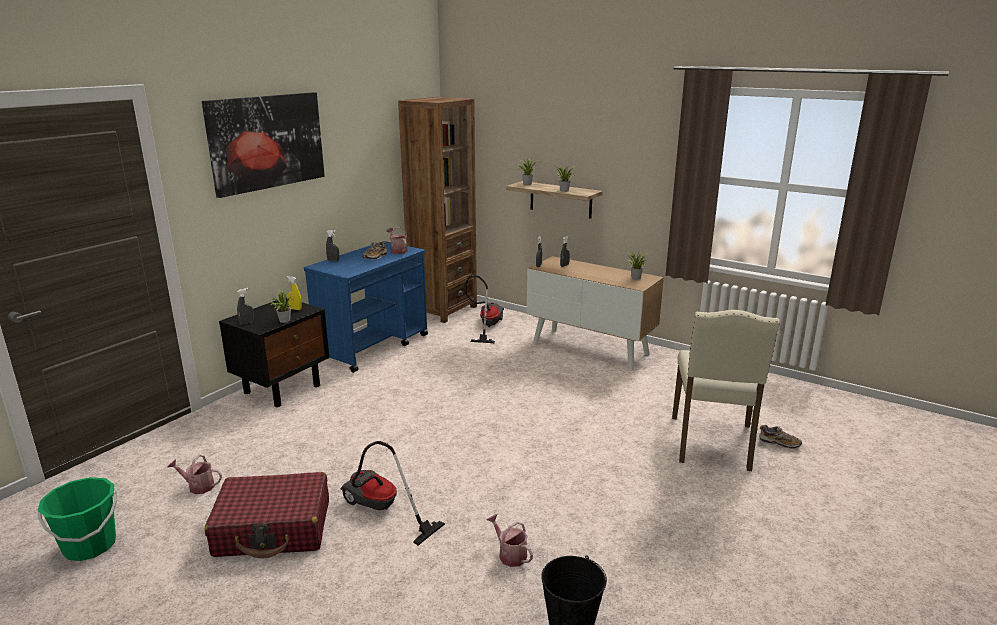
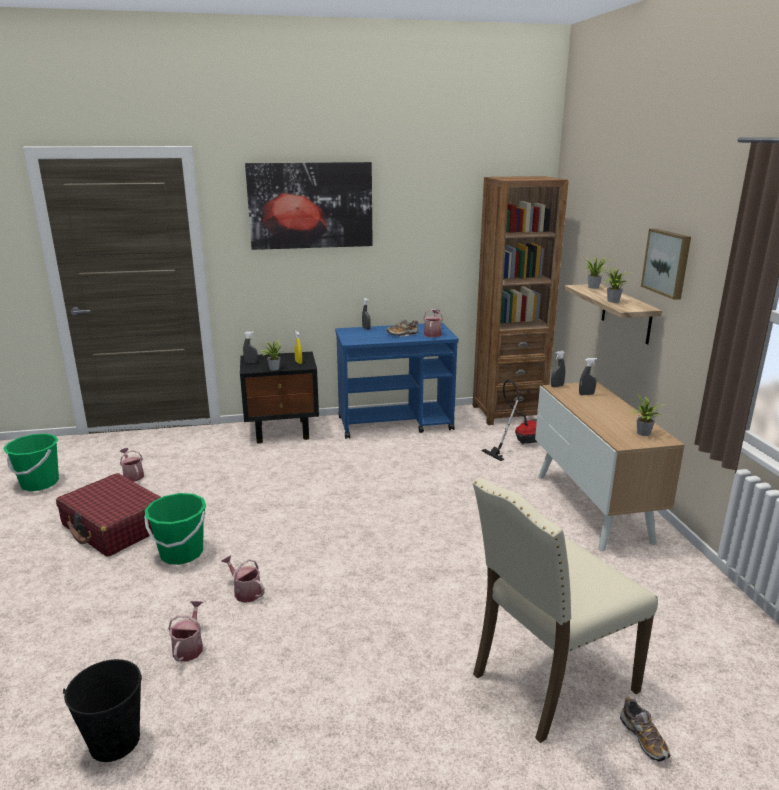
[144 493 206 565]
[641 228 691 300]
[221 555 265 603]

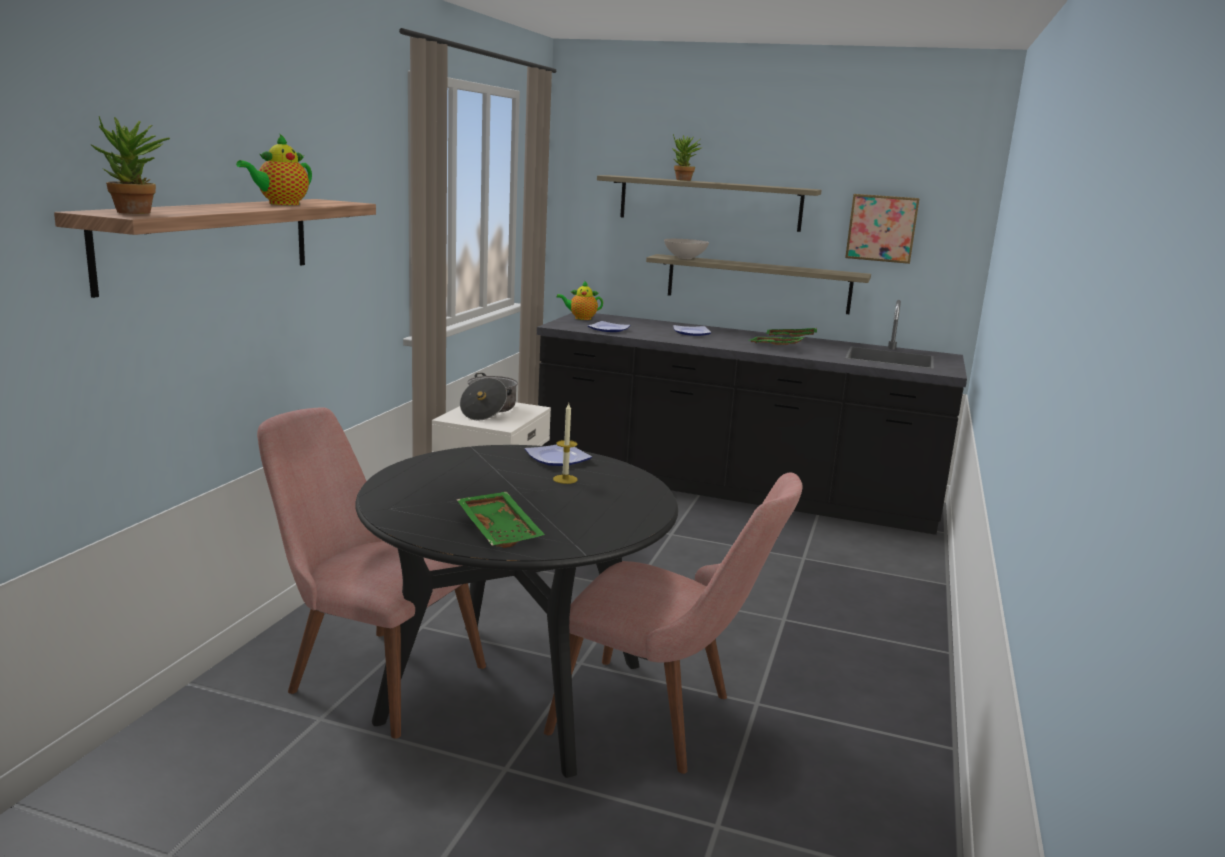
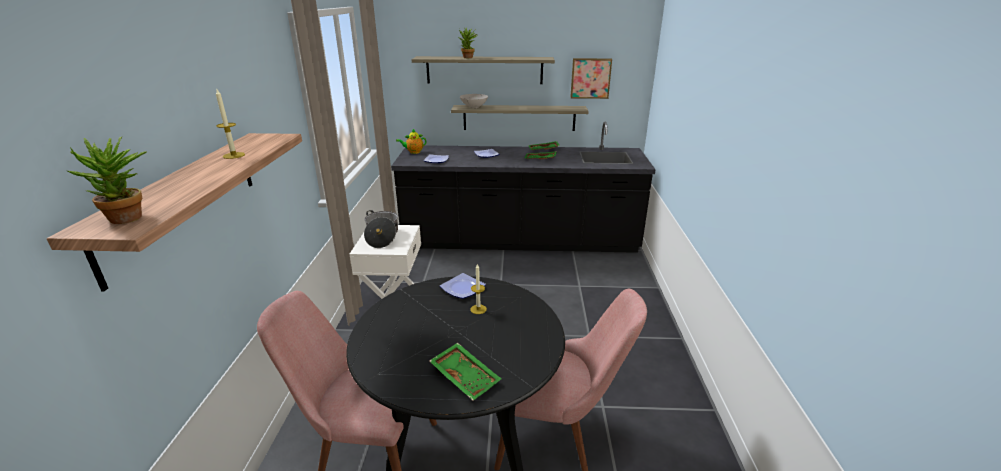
[216 89 245 159]

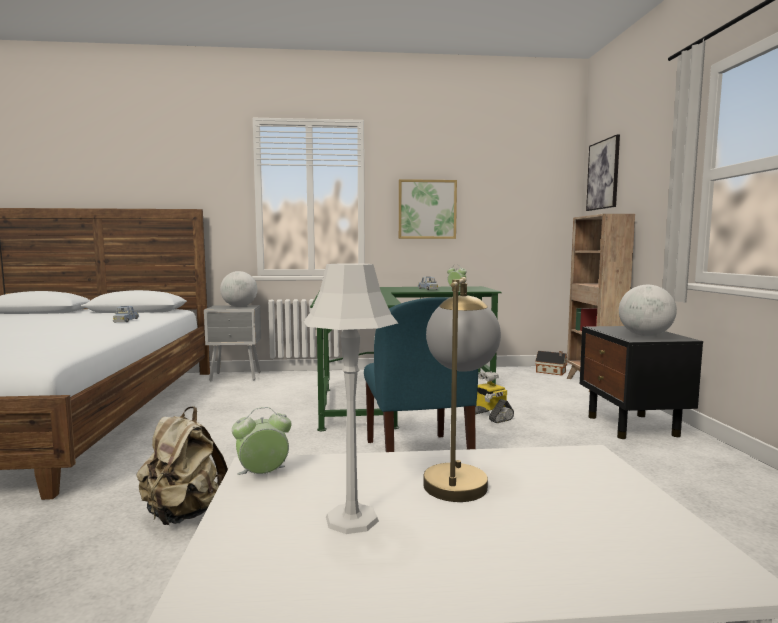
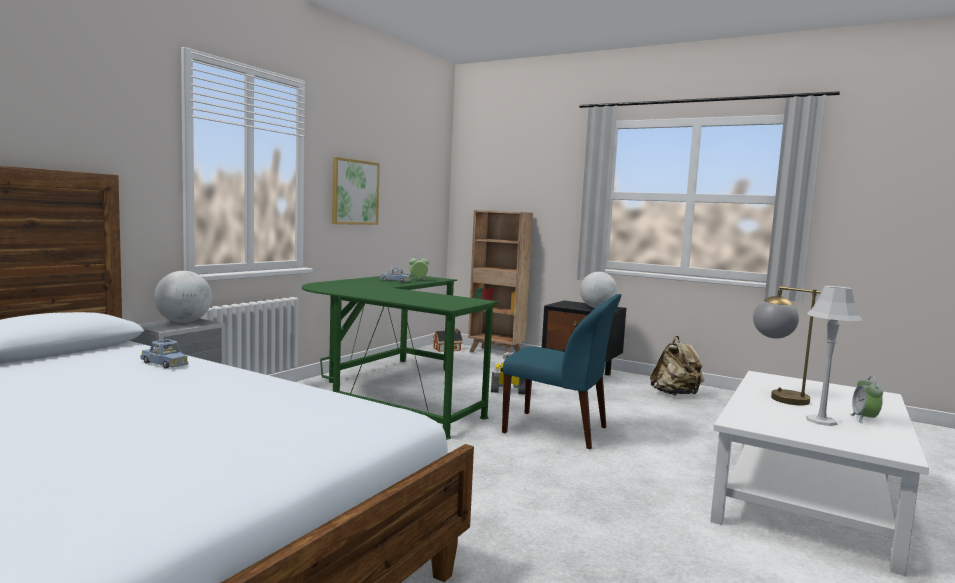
[586 134 620 211] (first image)
[650 336 704 395]
[850 376 883 423]

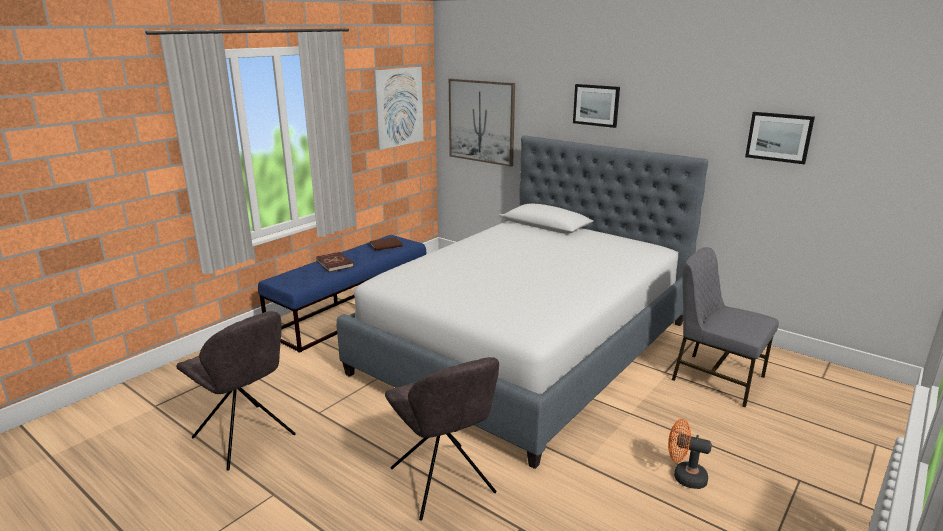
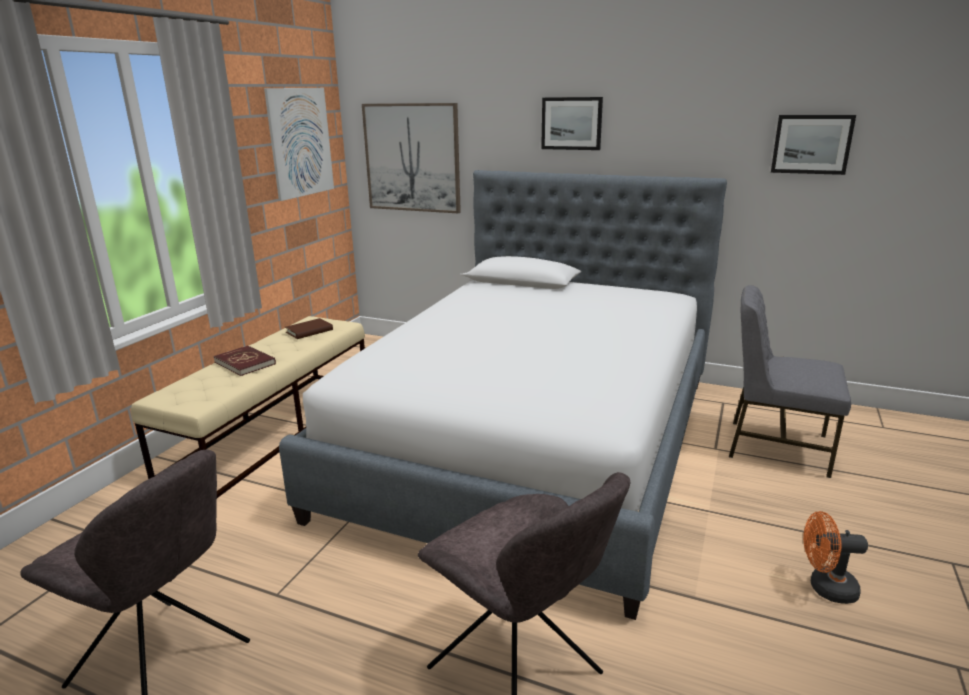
[131 316 365 498]

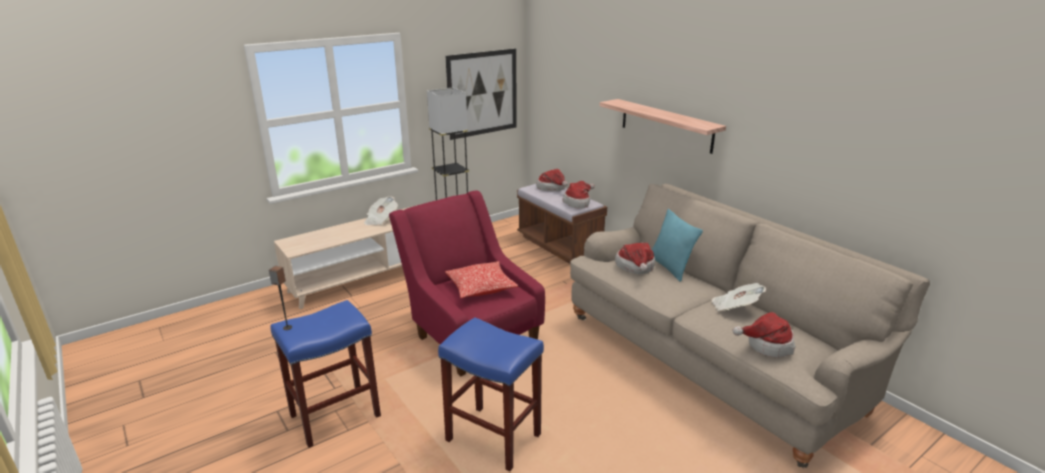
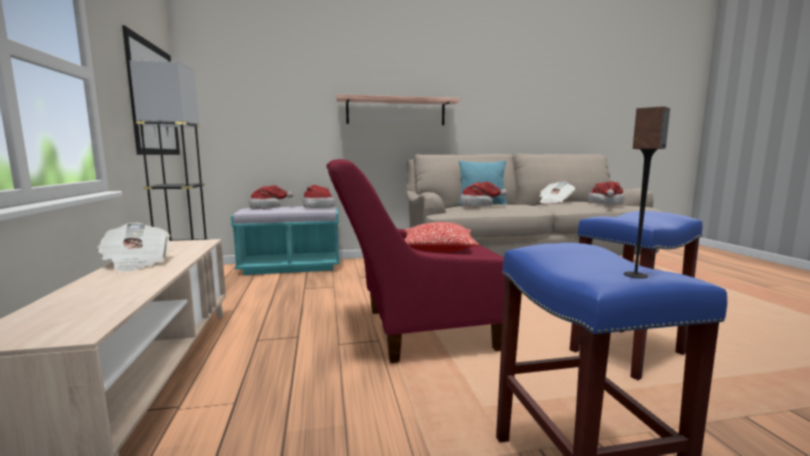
[231 206 340 275]

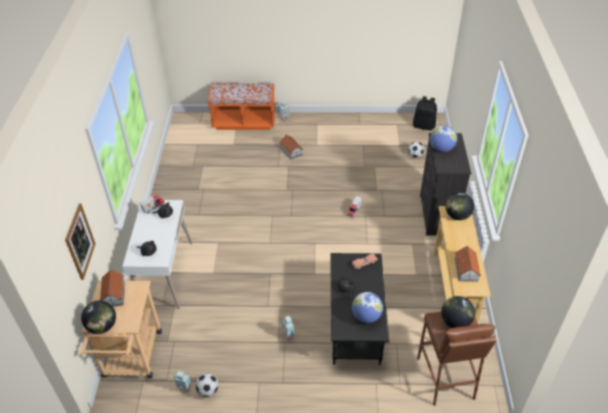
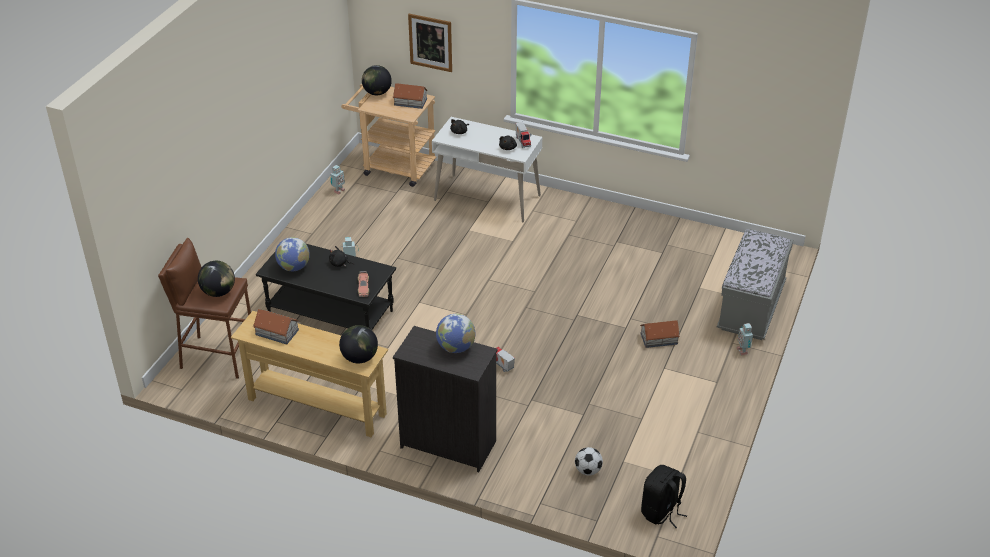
[717 229 793 340]
[196 374 218 397] (first image)

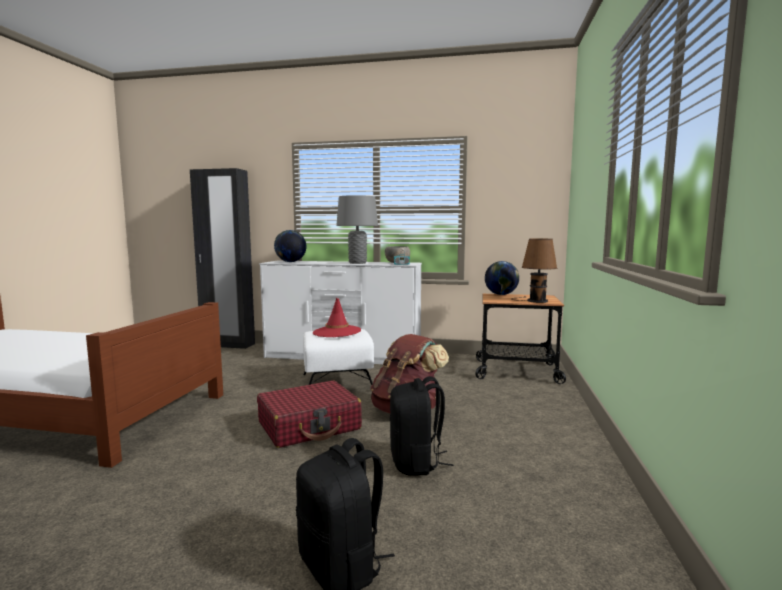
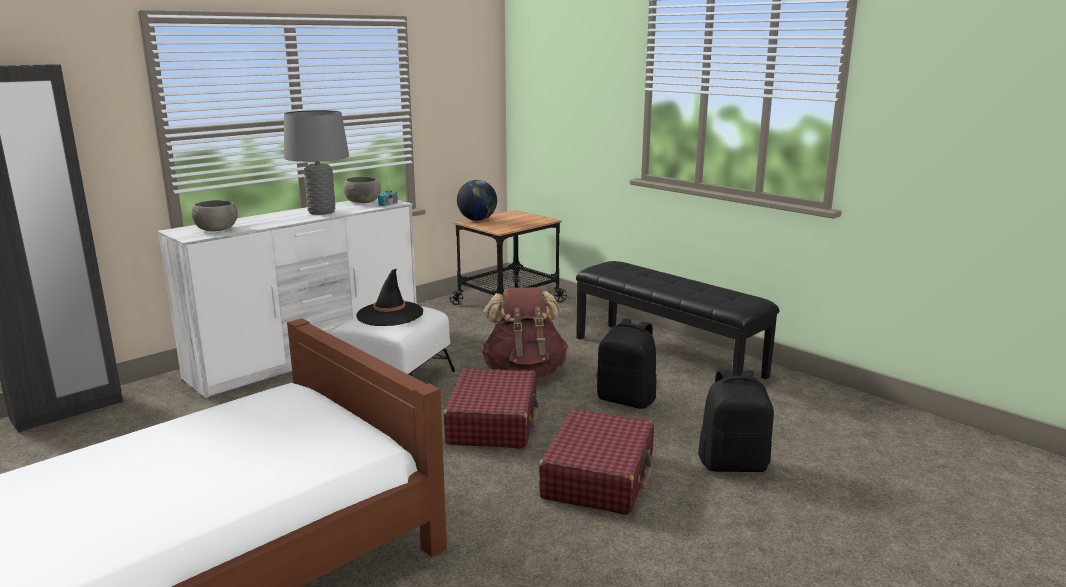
[192 200 238 231]
[511 239 557 303] (first image)
[356 269 423 326]
[576 261 780 380]
[539 409 654 515]

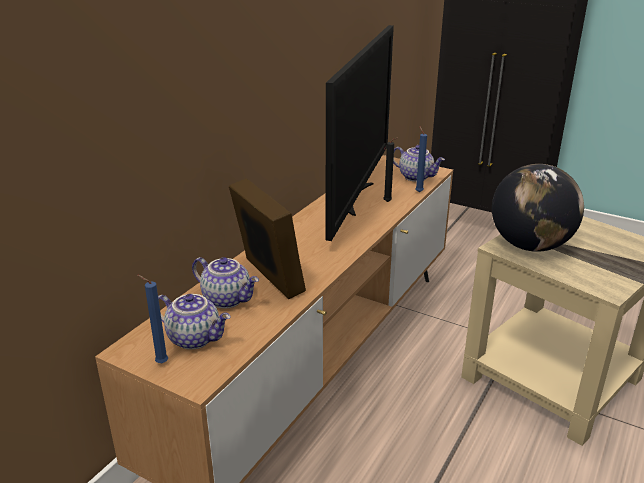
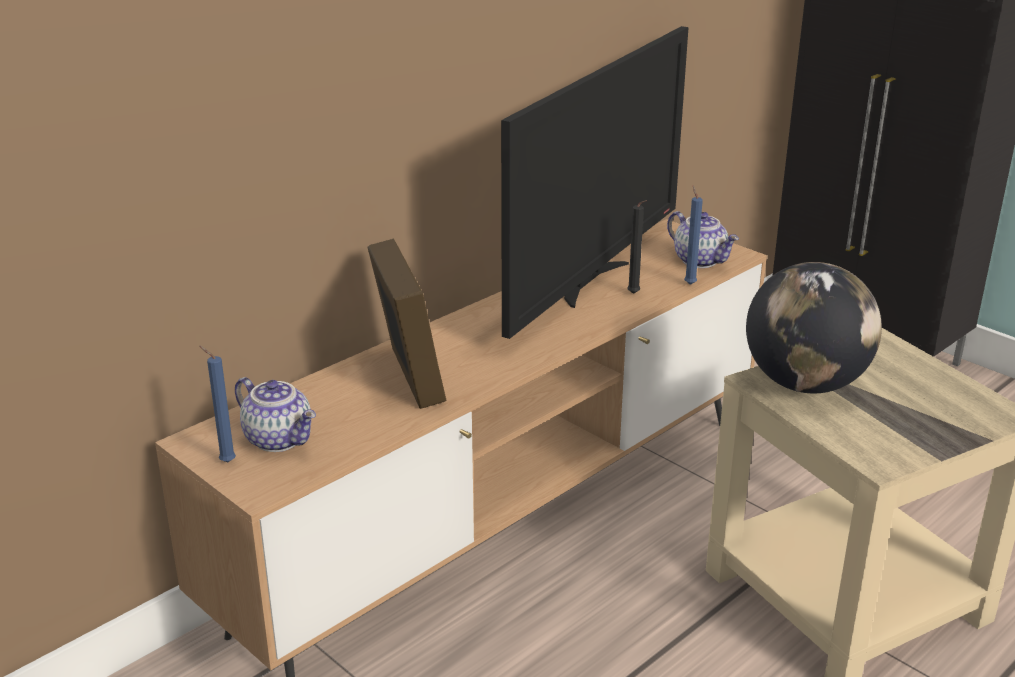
[192 257 259 309] (first image)

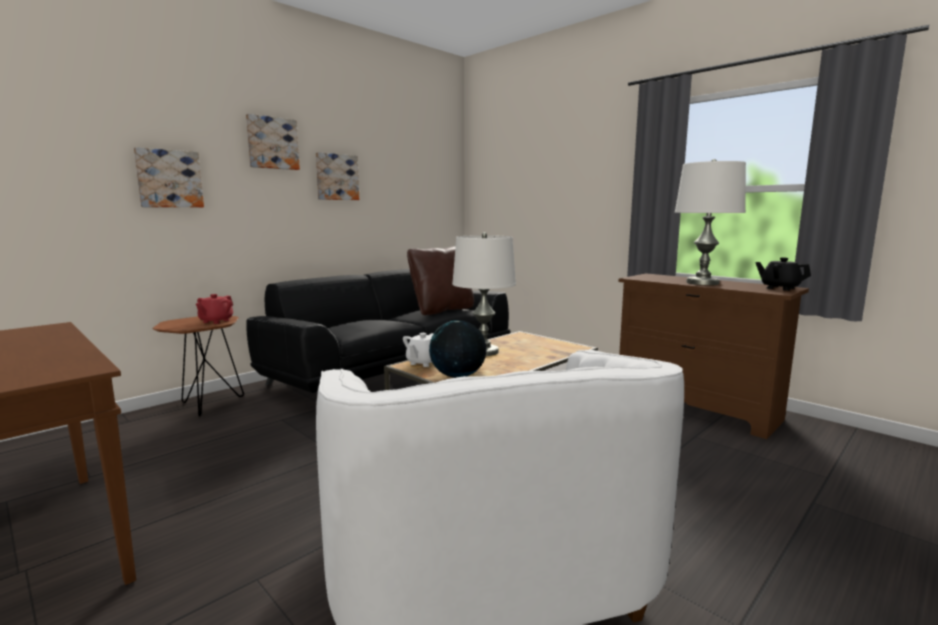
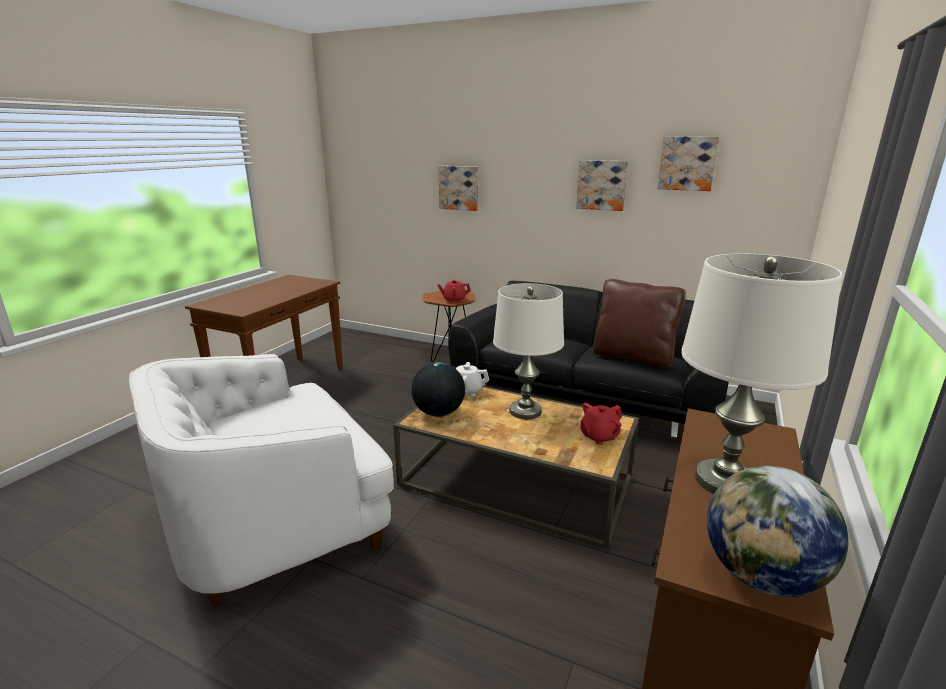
[658 137 719 191]
[707 466 848 597]
[580 403 622 445]

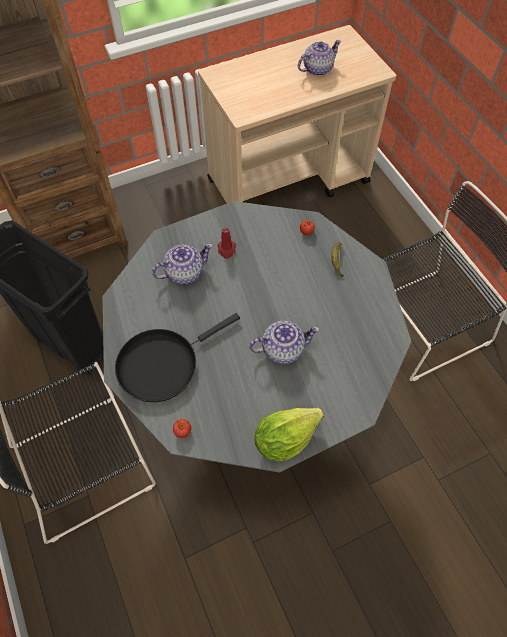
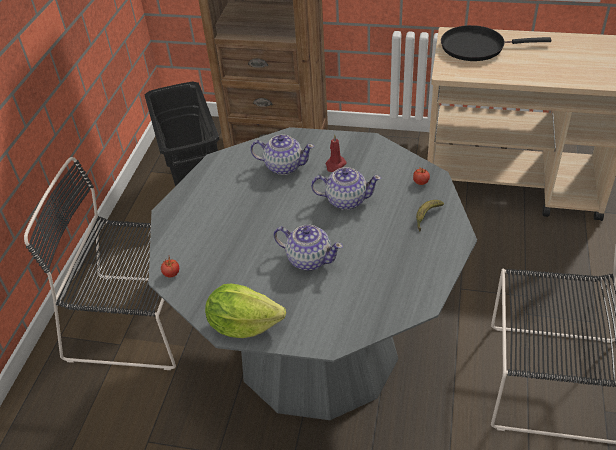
[311 167 381 210]
[441 25 551 61]

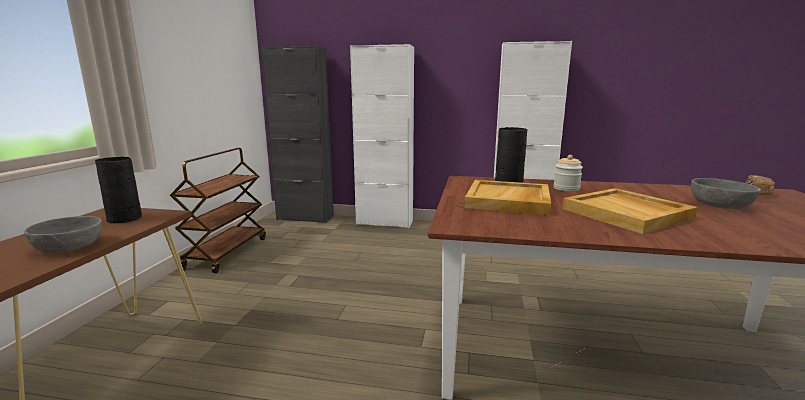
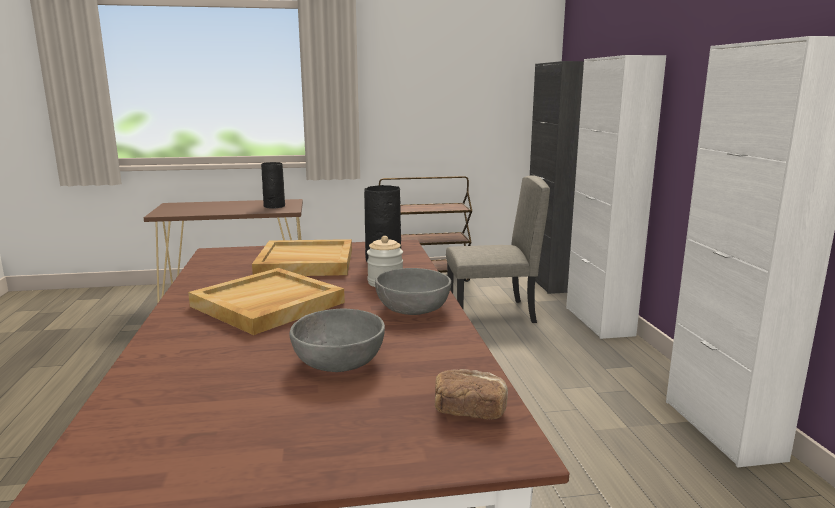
[375 268 451 315]
[446 175 550 323]

